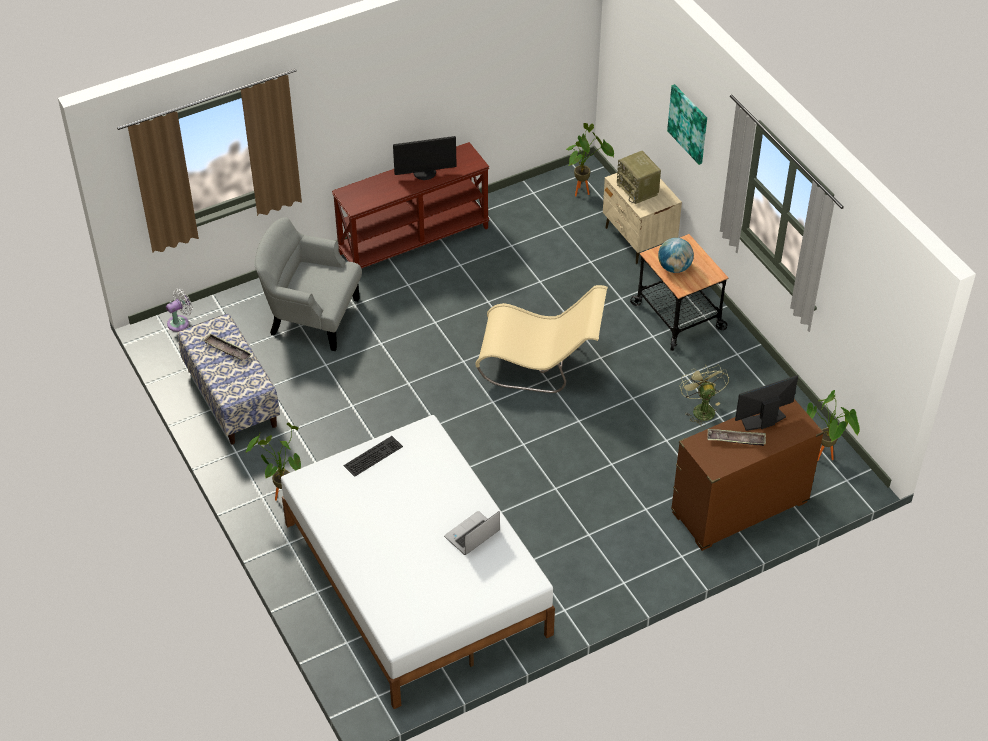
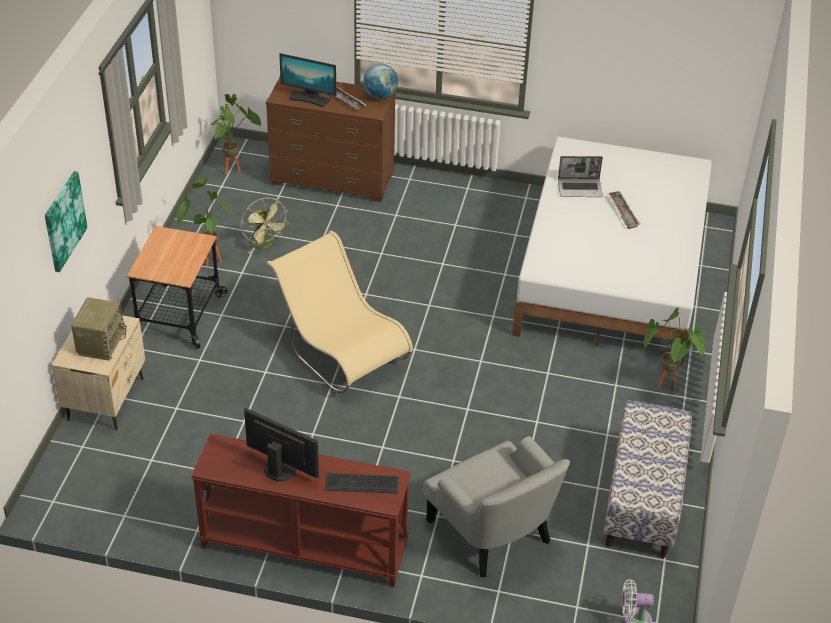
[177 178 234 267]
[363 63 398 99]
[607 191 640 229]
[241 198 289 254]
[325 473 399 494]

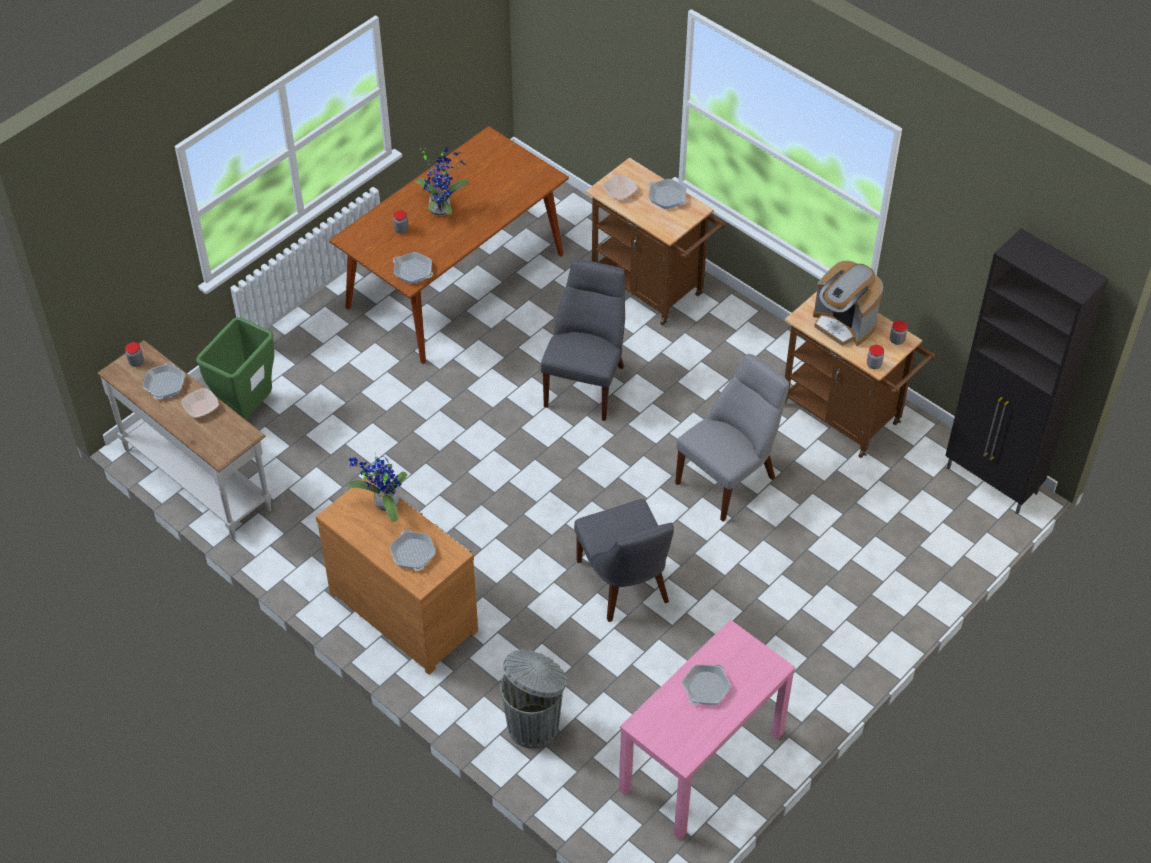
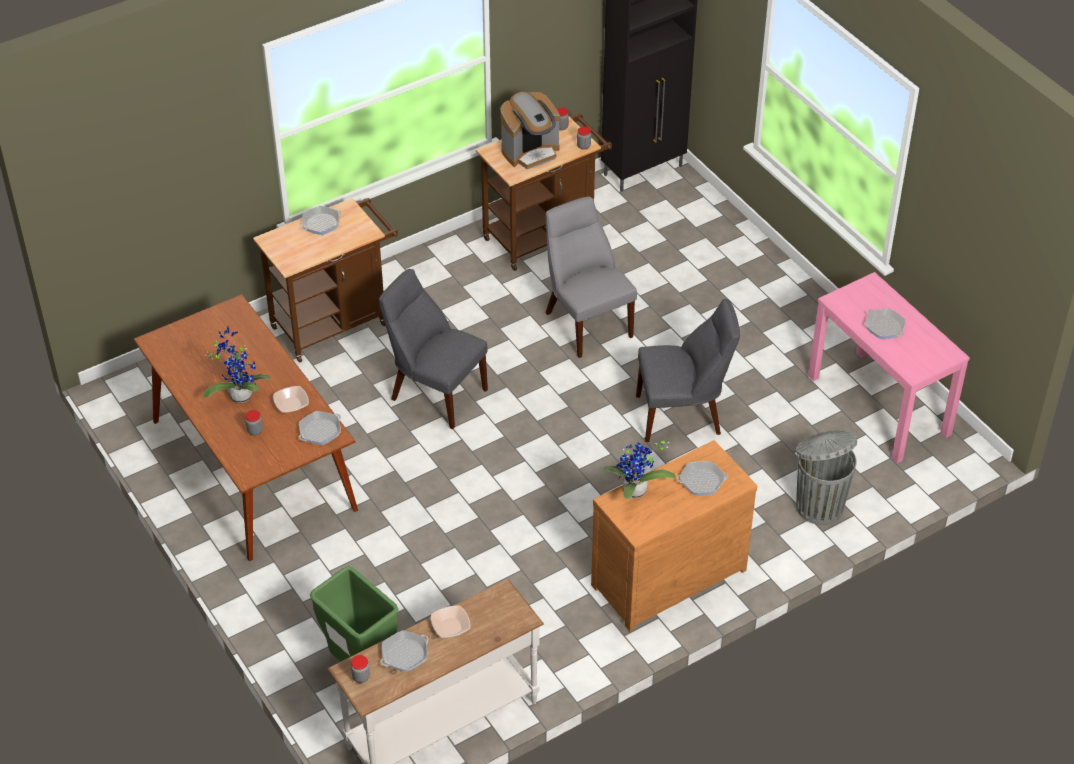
[273 386 309 413]
[381 630 429 672]

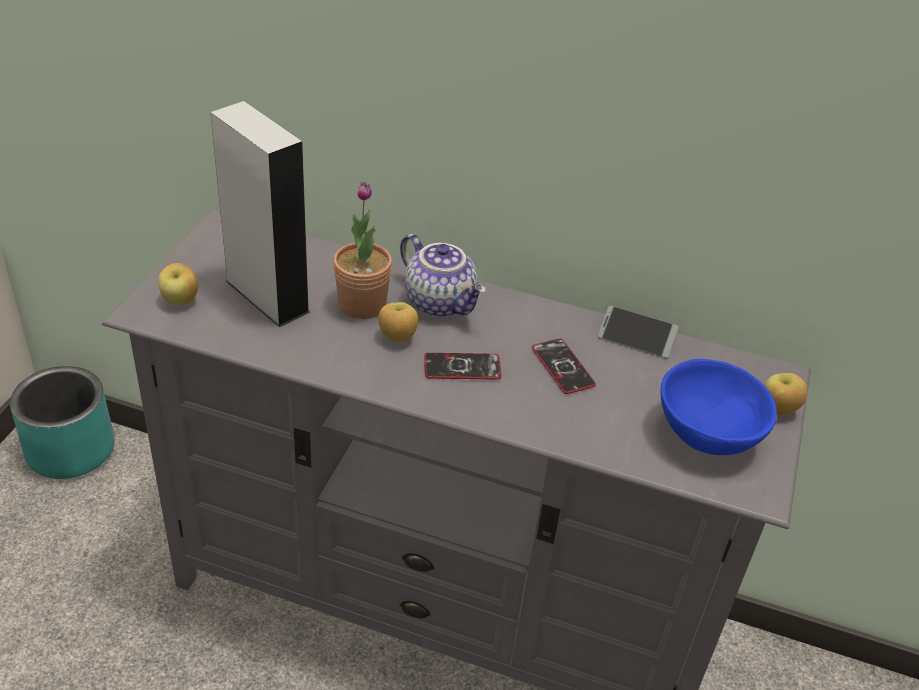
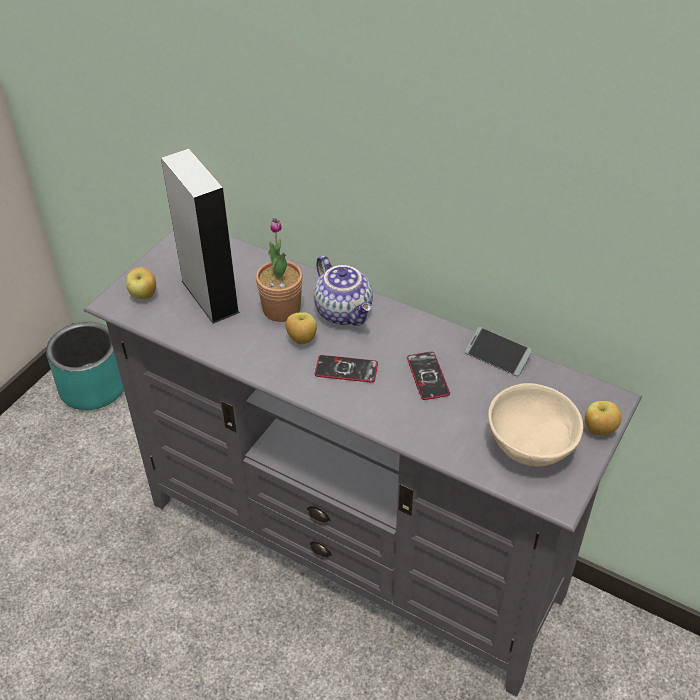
[488 383 583 466]

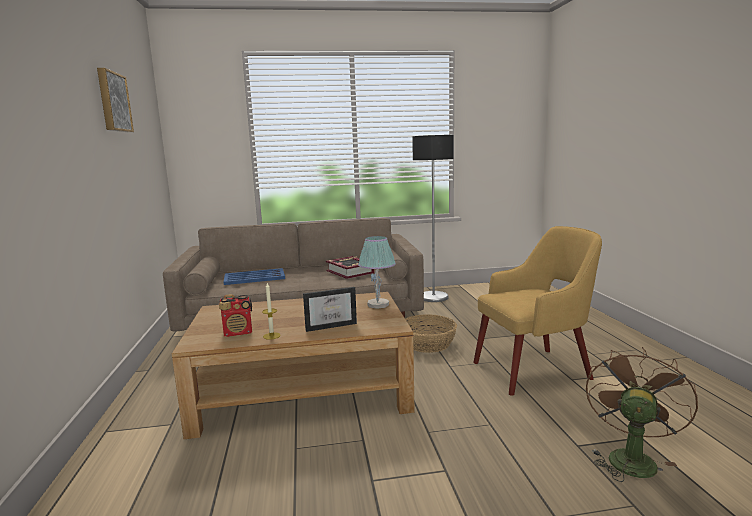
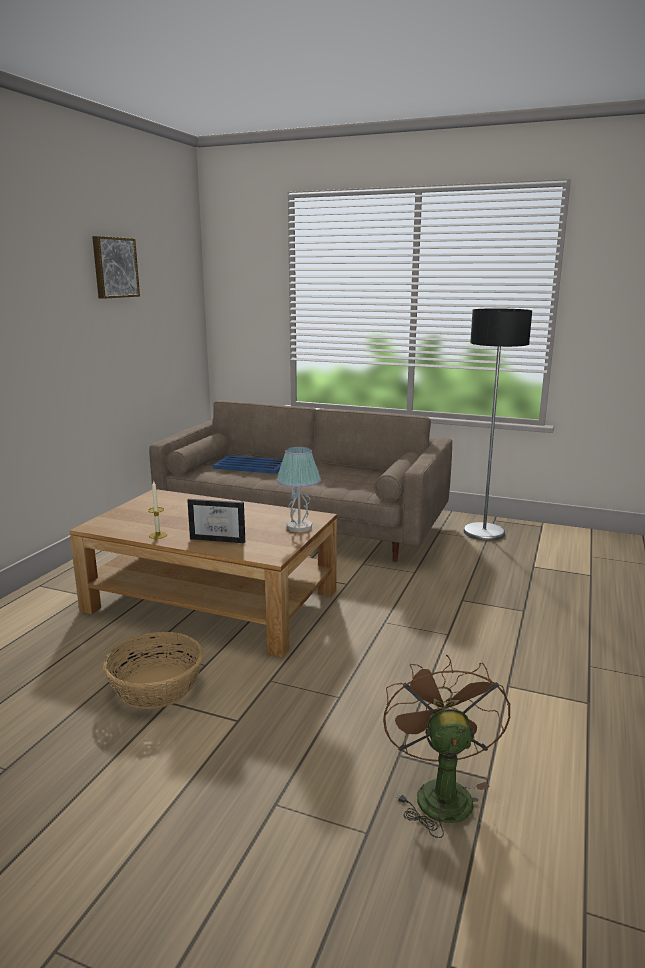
[473 226 602 396] (first image)
[326 256 375 279] (first image)
[219 294 252 337] (first image)
[103 632 203 709]
[383 655 511 838]

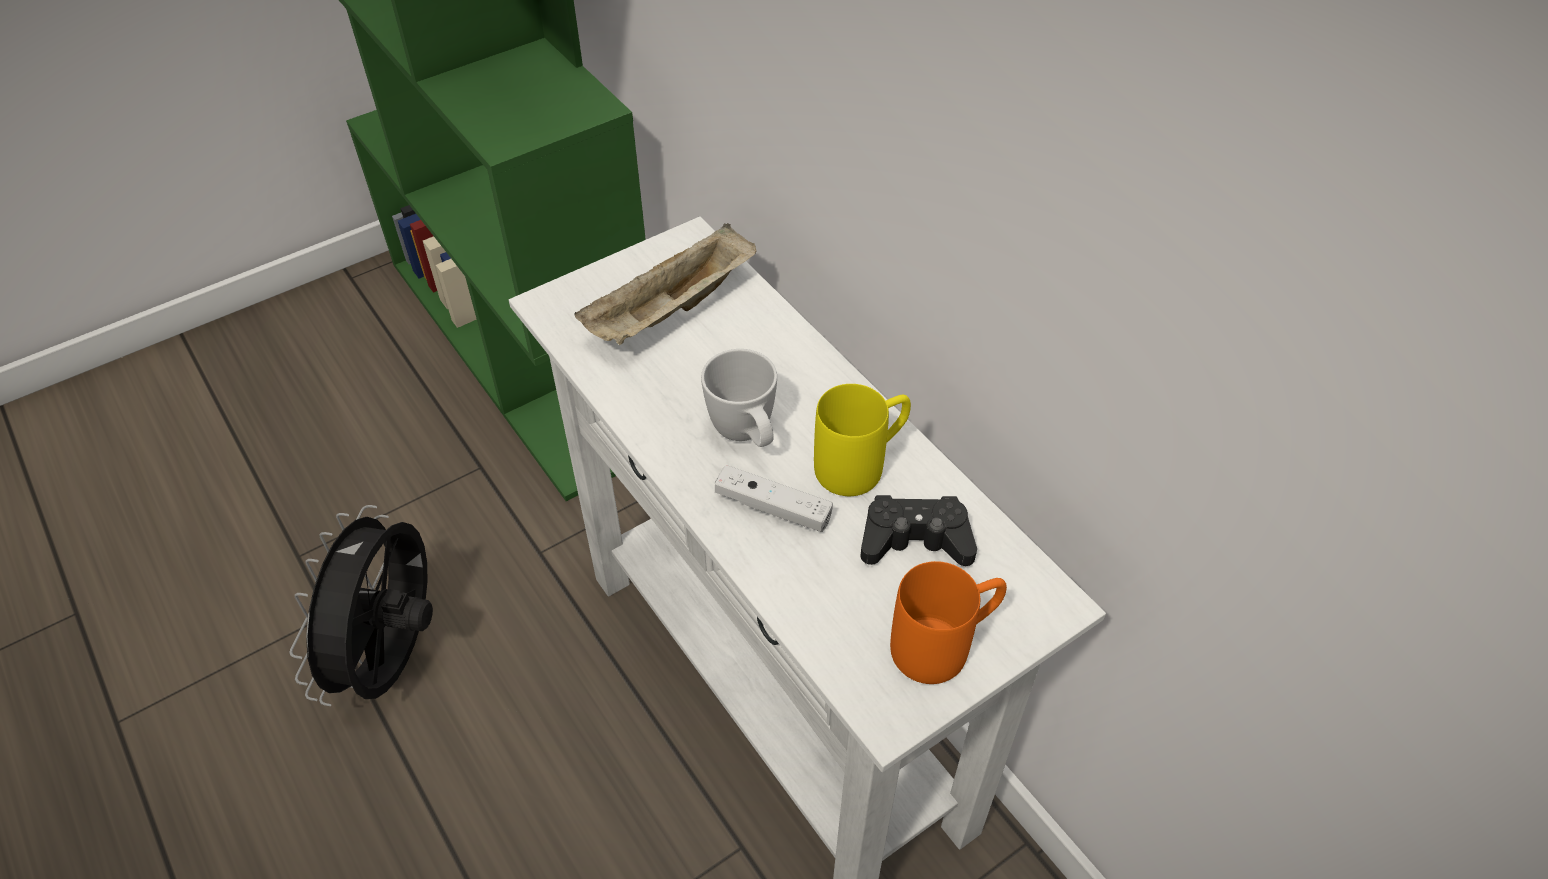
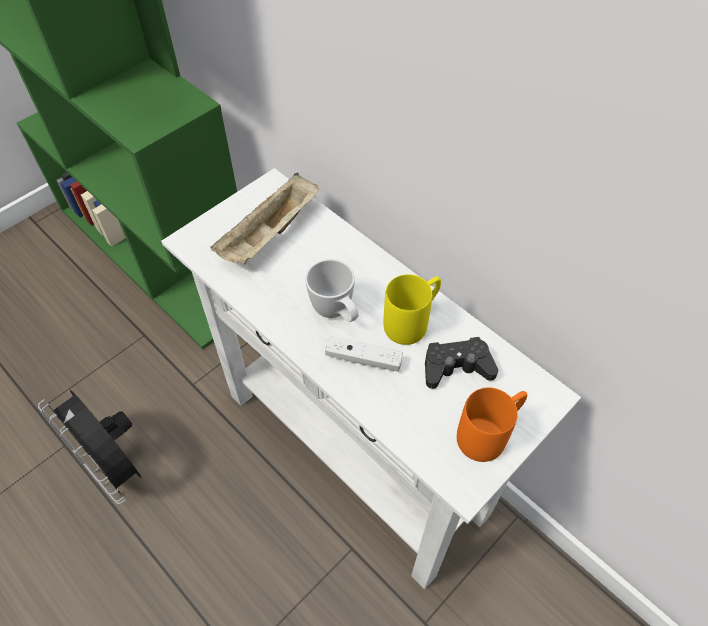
[38 390 141 504]

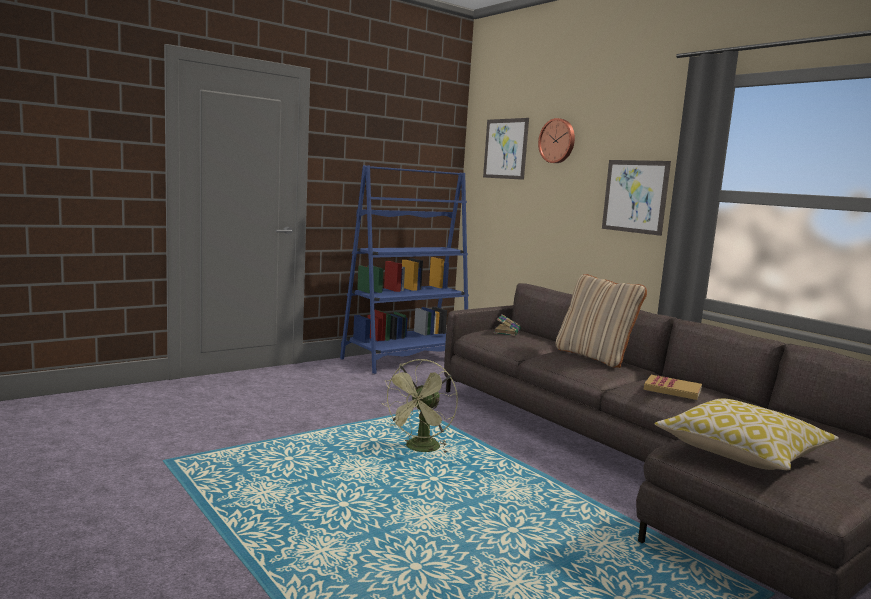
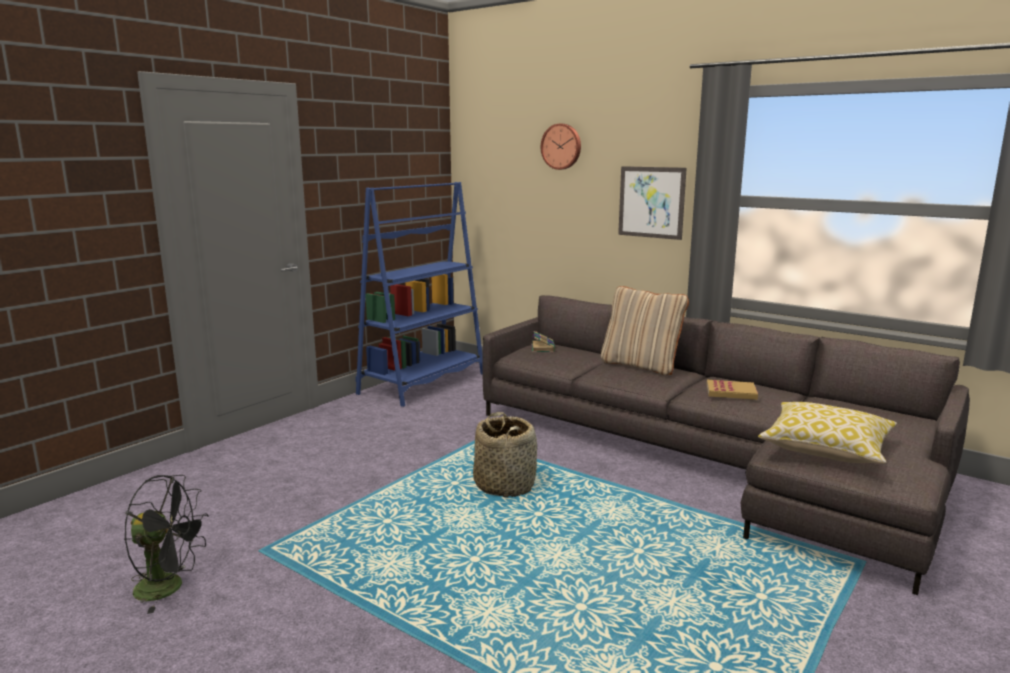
[483 118 529 180] (first image)
[473 412 537 497]
[124 475 209 614]

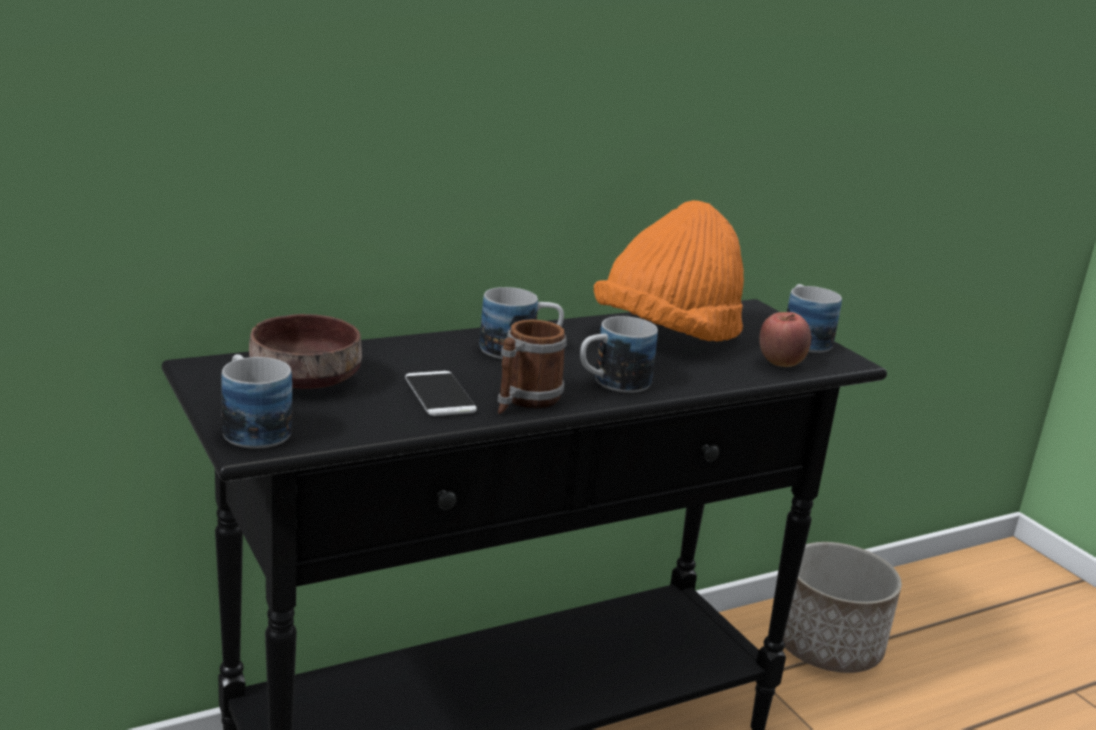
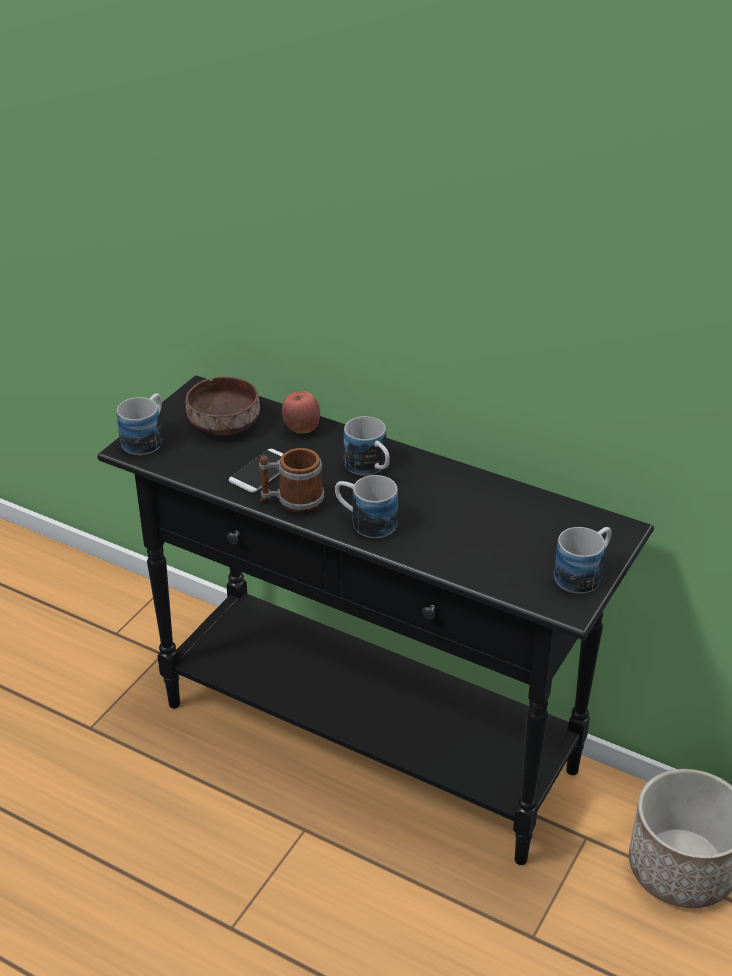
[594 200 744 342] (first image)
[282 391 320 433]

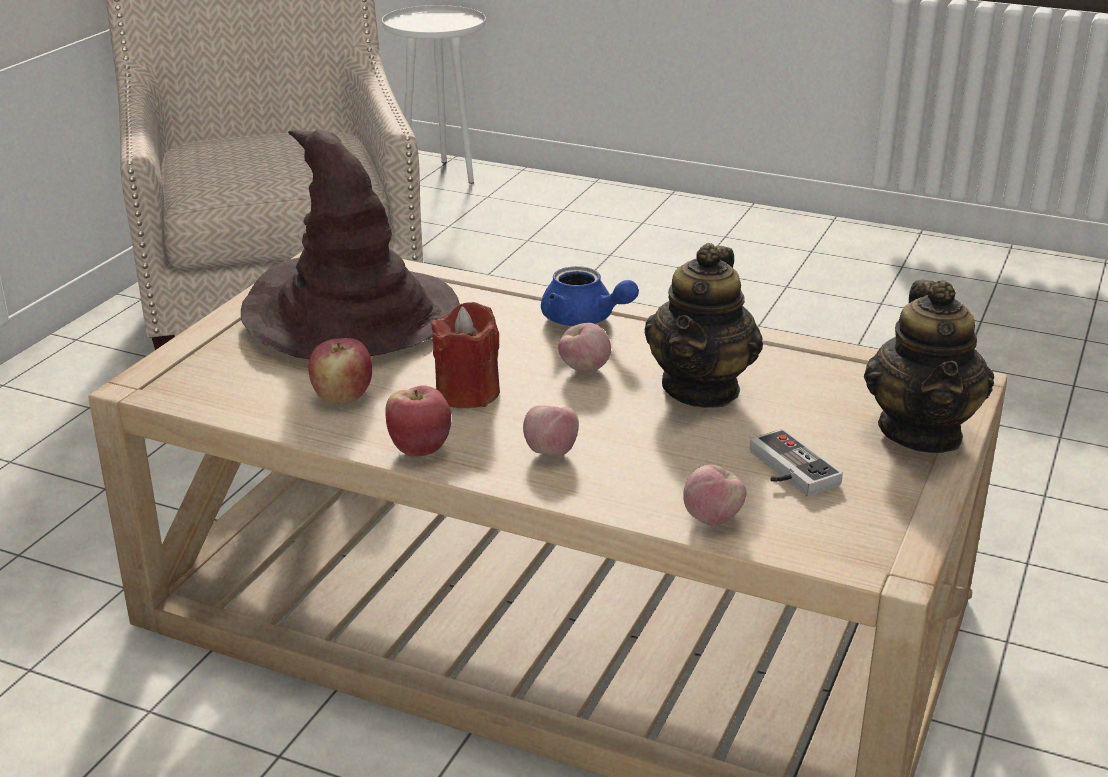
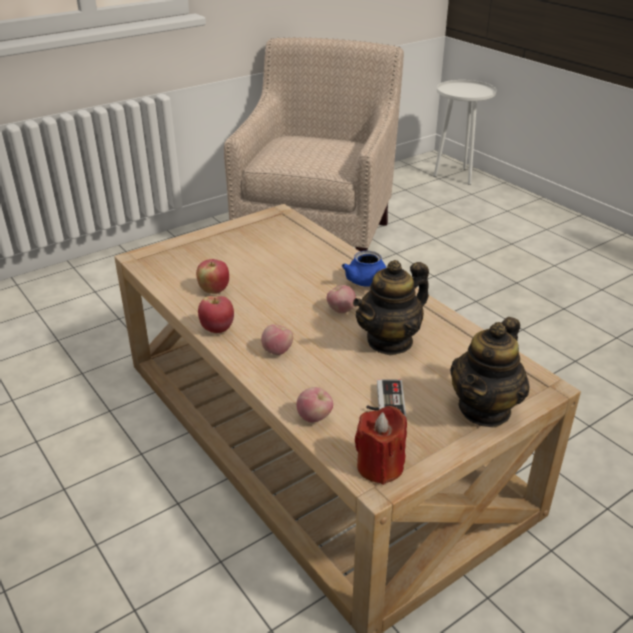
[241 129 460 359] (first image)
[355 406 407 485]

